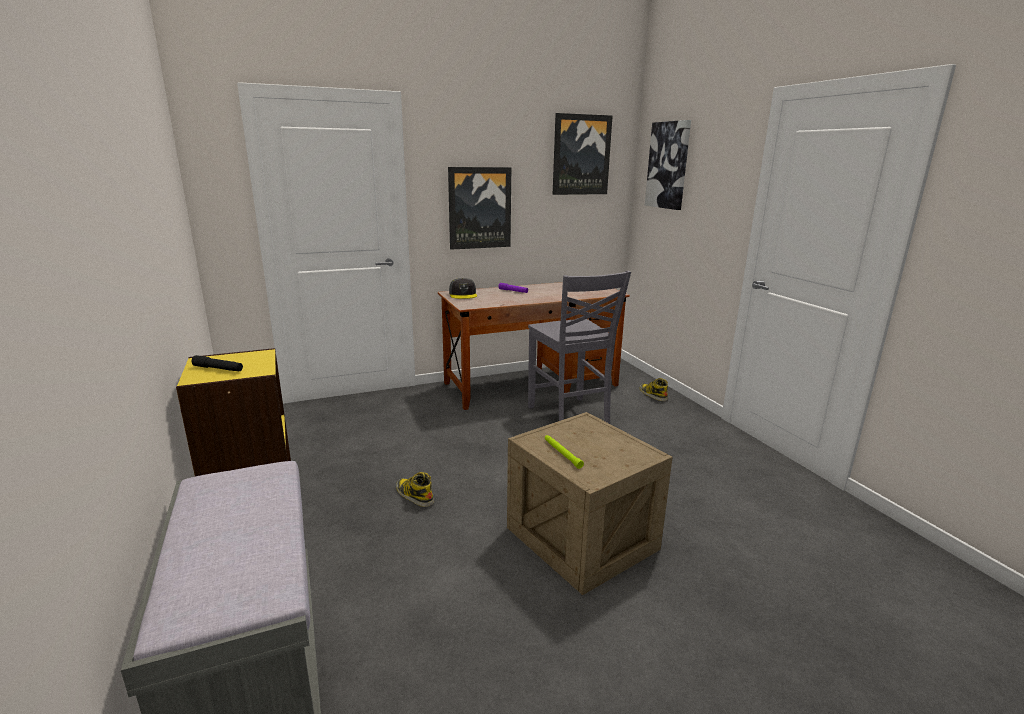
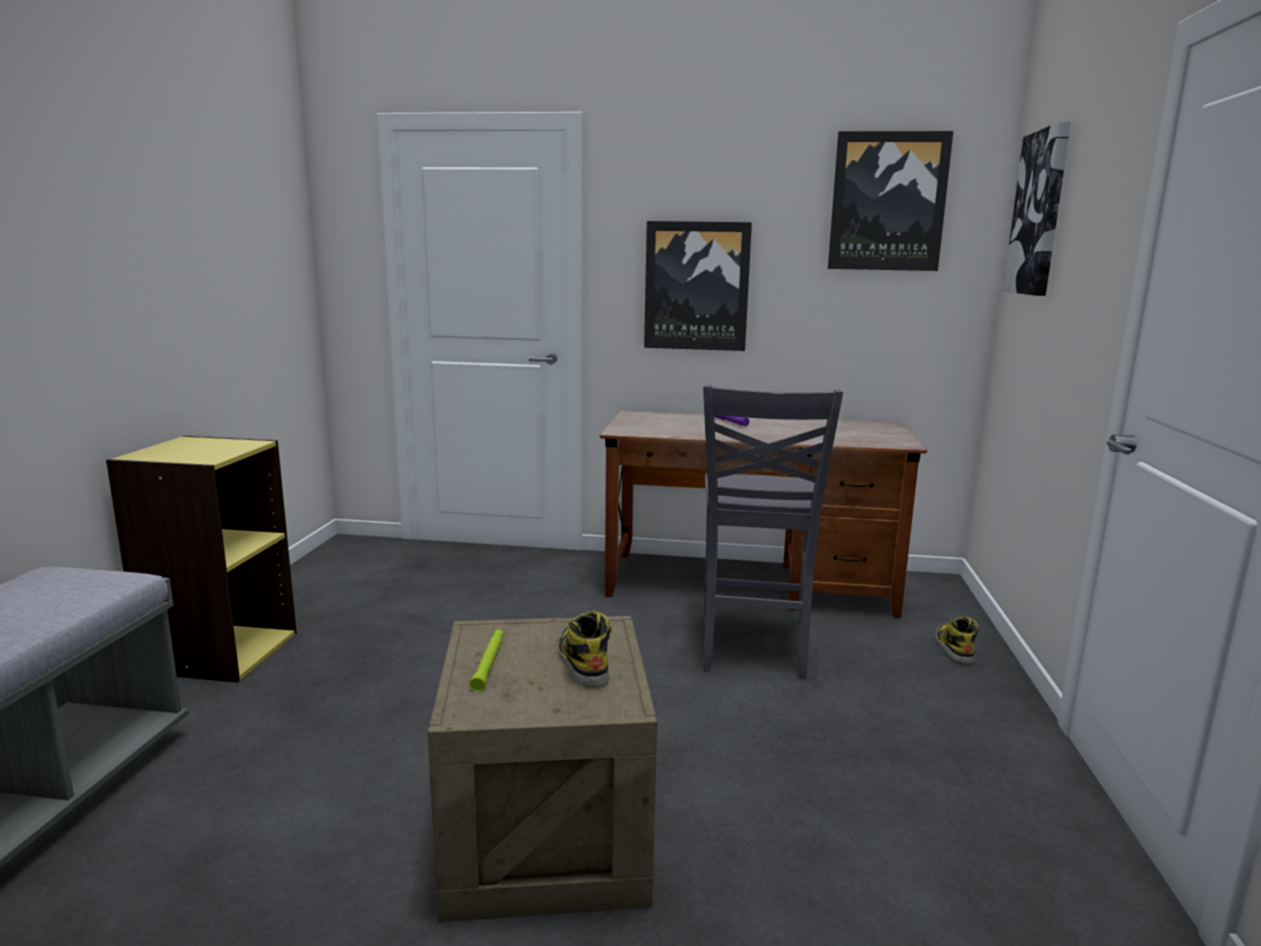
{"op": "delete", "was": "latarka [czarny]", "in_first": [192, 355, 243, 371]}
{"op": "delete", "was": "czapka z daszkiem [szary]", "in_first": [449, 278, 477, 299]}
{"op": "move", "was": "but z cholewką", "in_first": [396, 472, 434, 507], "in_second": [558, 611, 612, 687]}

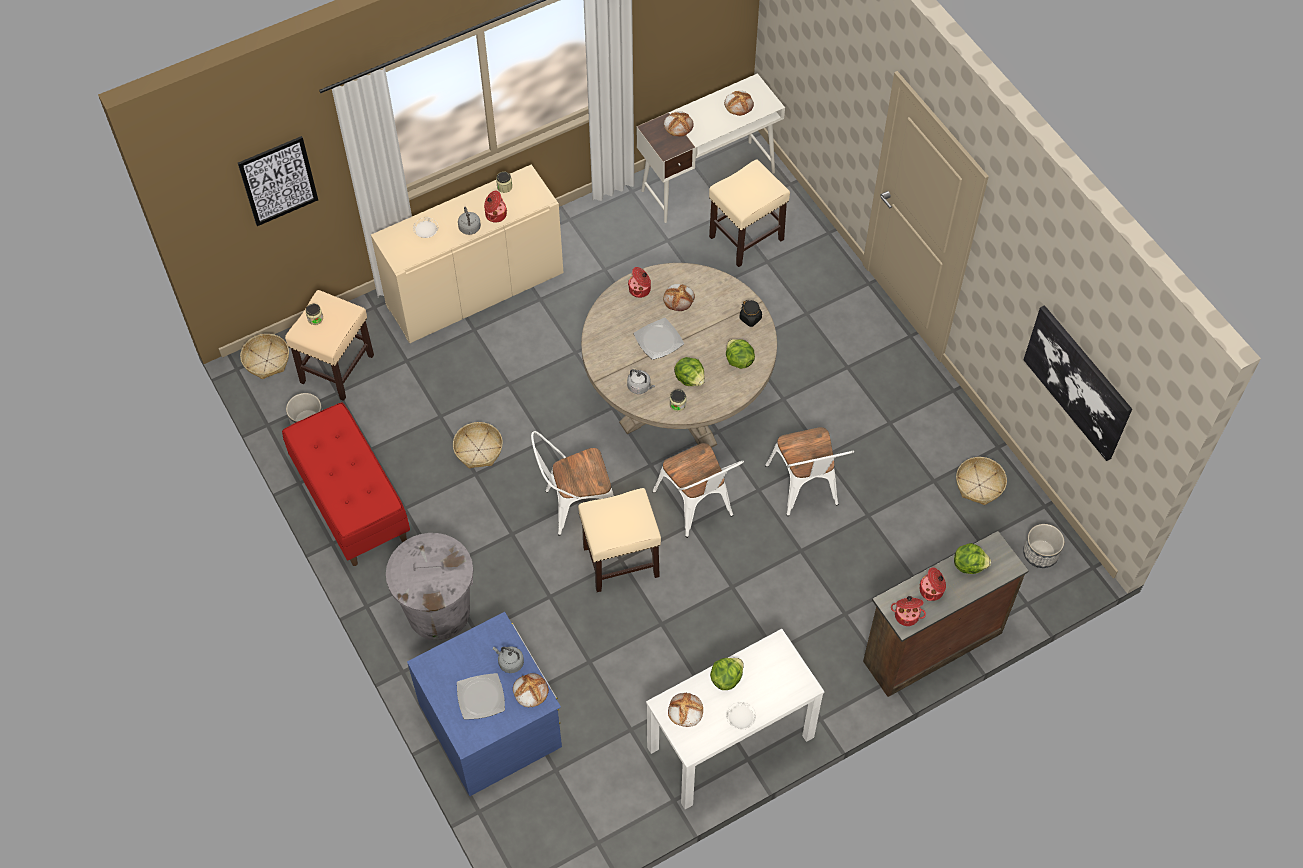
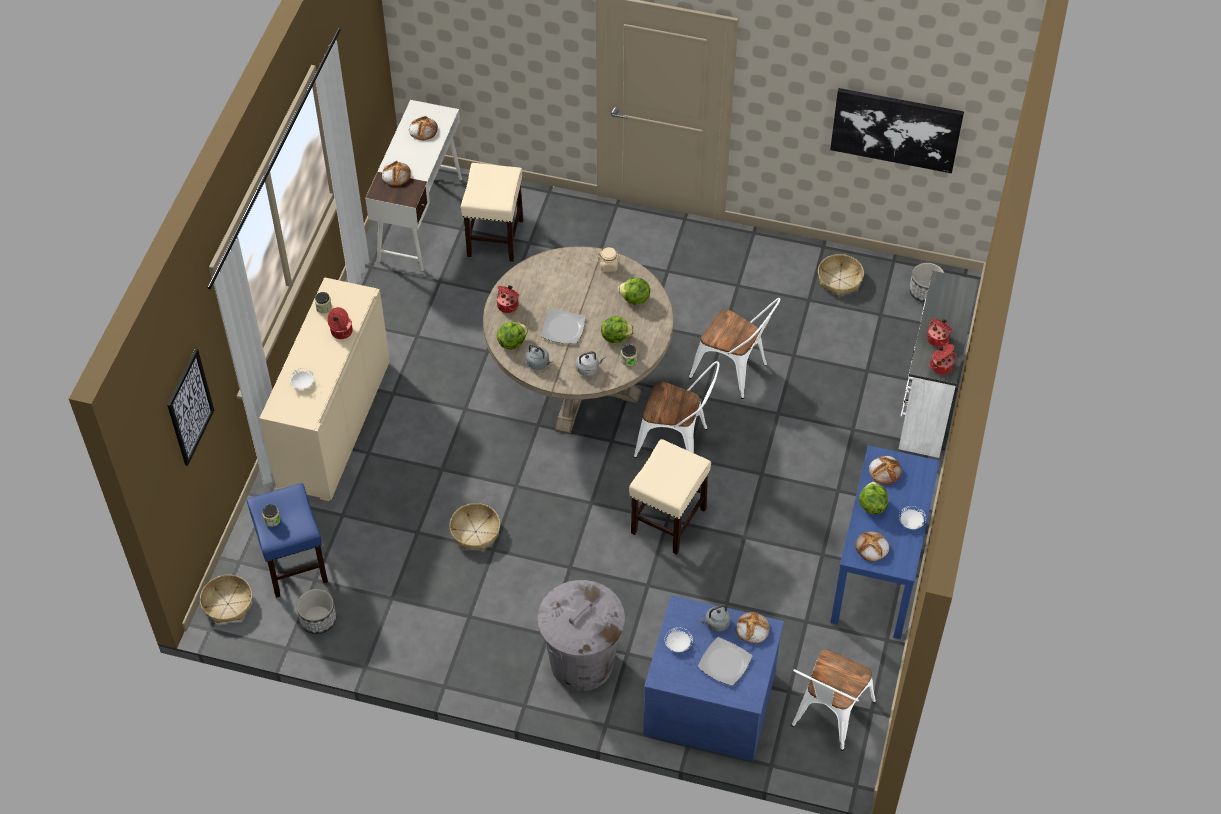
{"op": "delete", "was": "ławka [czerwony]", "in_first": [282, 403, 410, 566]}
{"op": "insert", "now": "talerz [biały]", "in_second": [665, 627, 693, 652]}
{"op": "move", "was": "czajnik [szary]", "in_first": [458, 207, 481, 235], "in_second": [526, 344, 552, 370]}
{"op": "move", "was": "krzesło [biały]", "in_first": [531, 431, 614, 536], "in_second": [791, 649, 876, 751]}
{"op": "move", "was": "chleb", "in_first": [663, 284, 695, 311], "in_second": [869, 456, 902, 485]}
{"op": "move", "was": "sałata", "in_first": [954, 543, 991, 574], "in_second": [497, 322, 528, 350]}
{"op": "recolor", "was": "stołek [beżowy]", "now": "stołek [niebieski]", "in_first": [285, 290, 374, 401], "in_second": [247, 483, 328, 598]}
{"op": "recolor", "was": "stolik konsolowy [biały]", "now": "stolik konsolowy [niebieski]", "in_first": [646, 629, 824, 809], "in_second": [830, 445, 940, 639]}
{"op": "recolor", "was": "słoik [czarny]", "now": "słoik [beżowy]", "in_first": [740, 300, 762, 327], "in_second": [598, 247, 621, 272]}
{"op": "recolor", "was": "komoda [brązowy]", "now": "komoda [biały]", "in_first": [863, 531, 1029, 697], "in_second": [899, 271, 978, 458]}

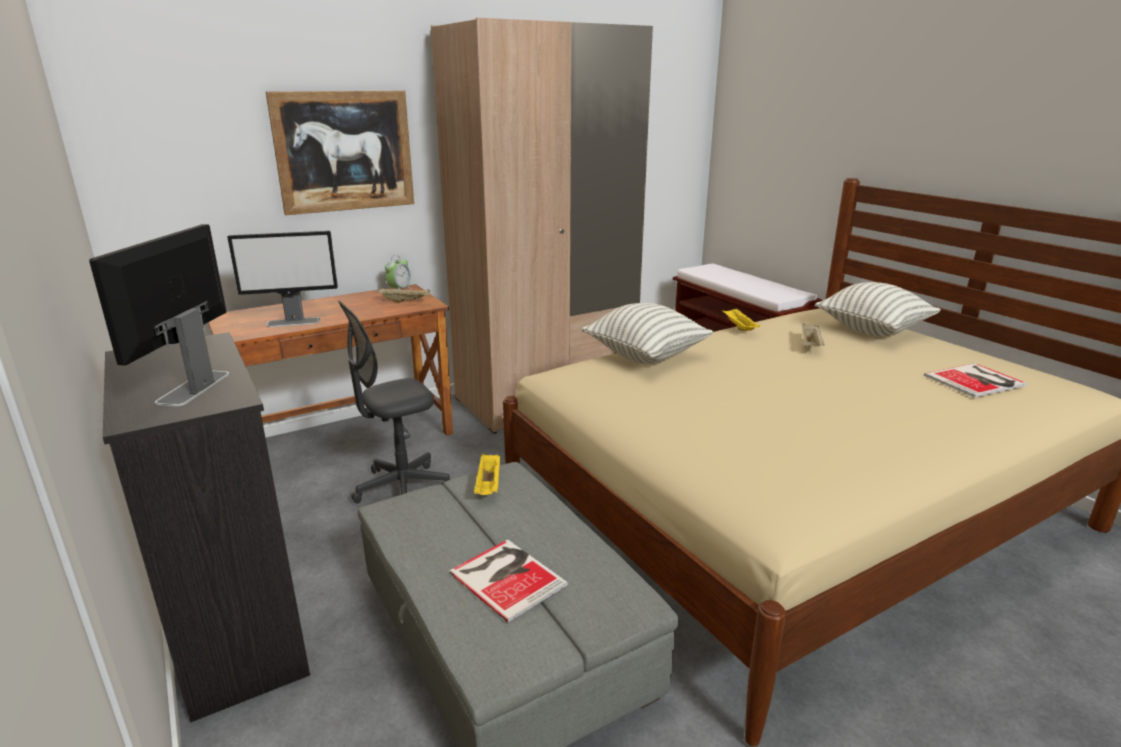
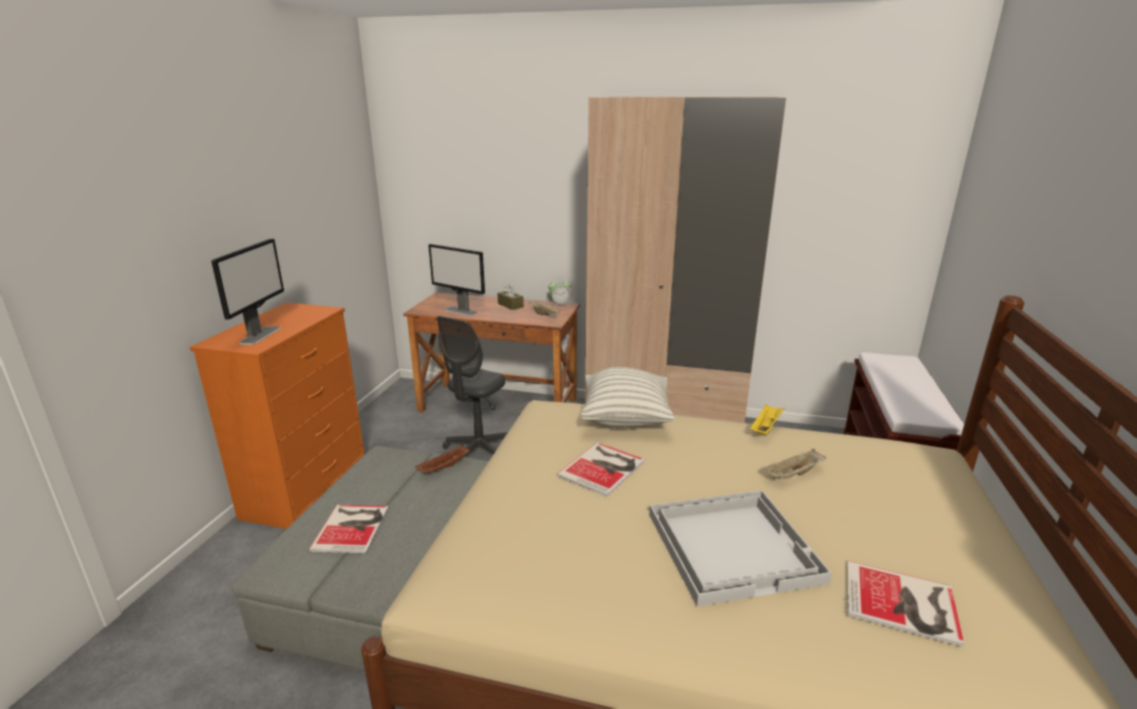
{"op": "delete", "was": "obraz", "in_first": [266, 91, 414, 215]}
{"op": "delete", "was": "poduszka", "in_first": [815, 282, 941, 337]}
{"op": "insert", "now": "pudełko chusteczek [brązowy]", "in_second": [498, 284, 524, 310]}
{"op": "insert", "now": "książka", "in_second": [556, 442, 645, 497]}
{"op": "insert", "now": "taca [biały]", "in_second": [649, 490, 832, 606]}
{"op": "recolor", "was": "komoda [czarny]", "now": "komoda [pomarańczowy]", "in_first": [103, 332, 310, 723], "in_second": [190, 303, 365, 529]}
{"op": "recolor", "was": "taca [żółty]", "now": "taca [brązowy]", "in_first": [474, 454, 500, 495], "in_second": [415, 444, 470, 473]}
{"op": "rotate", "was": "monitor", "in_first": [89, 224, 229, 406], "in_second": [211, 239, 284, 345], "clockwise": 135}
{"op": "rotate", "was": "krzesło biurowe [szary]", "in_first": [338, 301, 450, 503], "in_second": [437, 316, 508, 457], "clockwise": -75}

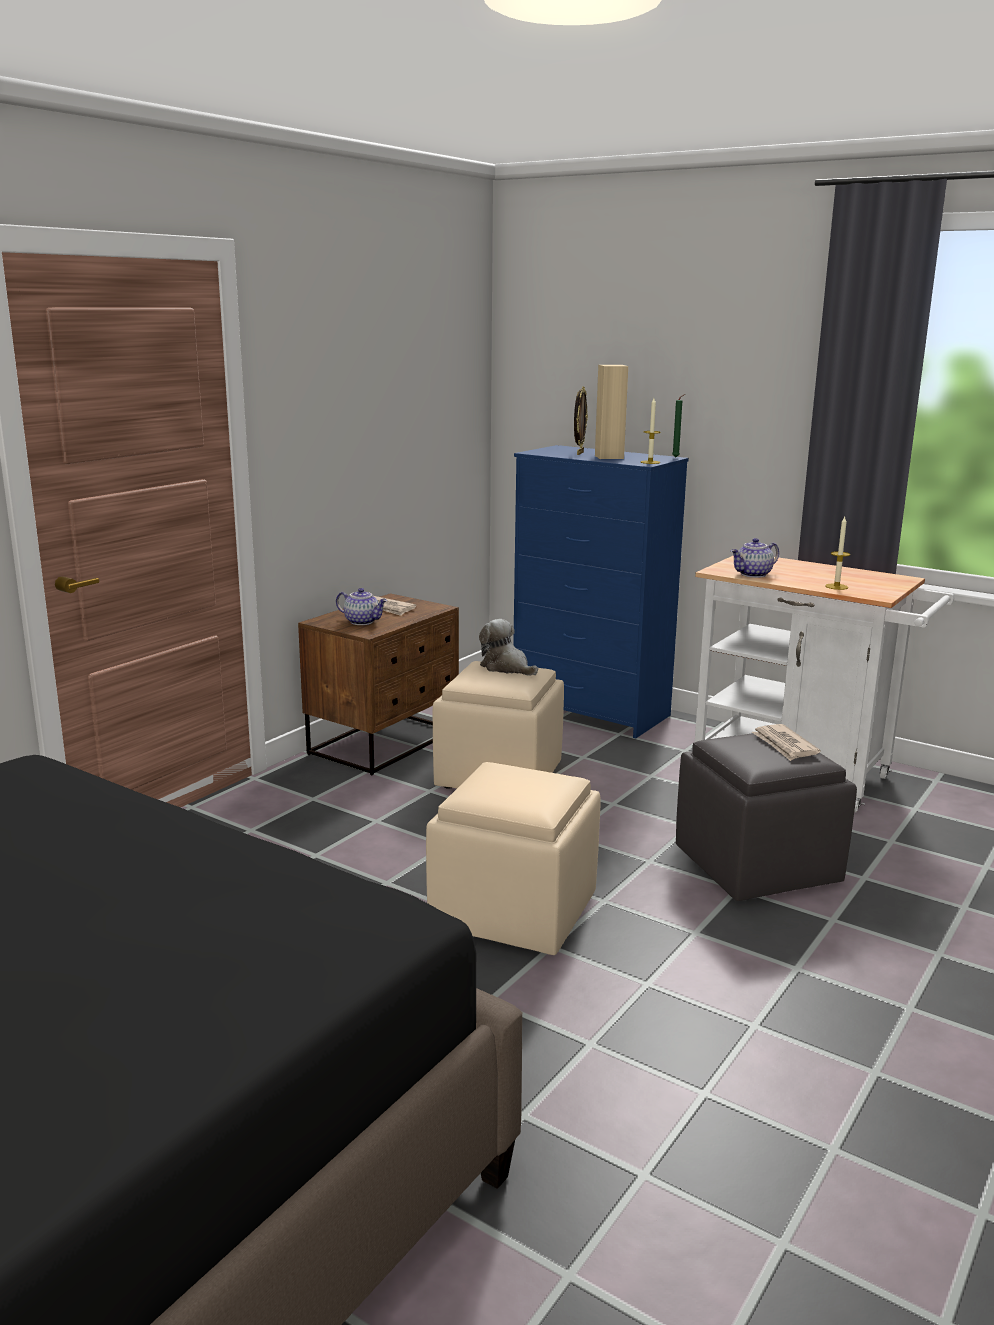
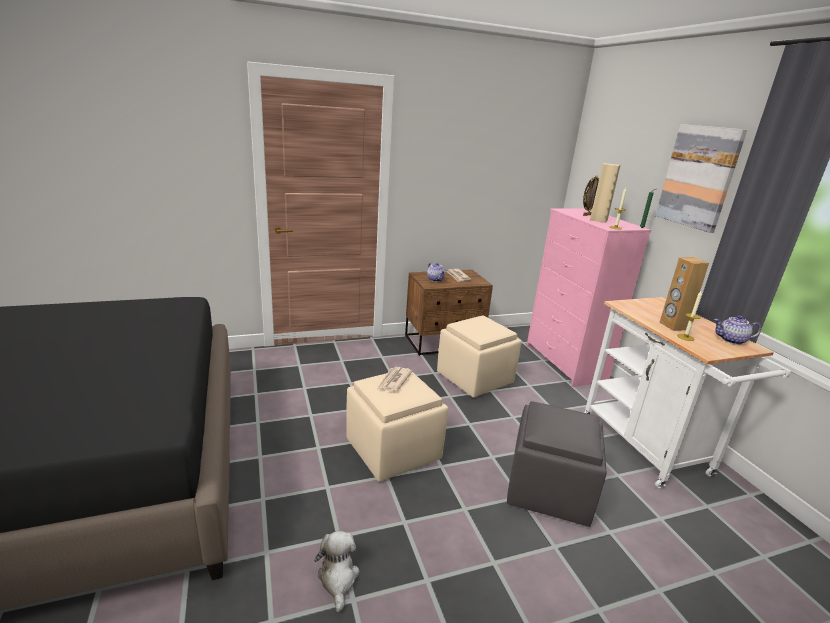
{"op": "insert", "now": "obraz", "in_second": [655, 124, 747, 233]}
{"op": "insert", "now": "głośnik [brązowy]", "in_second": [659, 257, 709, 331]}
{"op": "move", "was": "pluszak", "in_first": [479, 619, 538, 676], "in_second": [314, 531, 360, 612]}
{"op": "move", "was": "imbryk", "in_first": [731, 538, 779, 578], "in_second": [714, 315, 761, 345]}
{"op": "move", "was": "gazeta", "in_first": [752, 724, 821, 761], "in_second": [377, 367, 412, 392]}
{"op": "recolor", "was": "komoda [niebieski]", "now": "komoda [różowy]", "in_first": [513, 445, 689, 738], "in_second": [527, 208, 651, 387]}

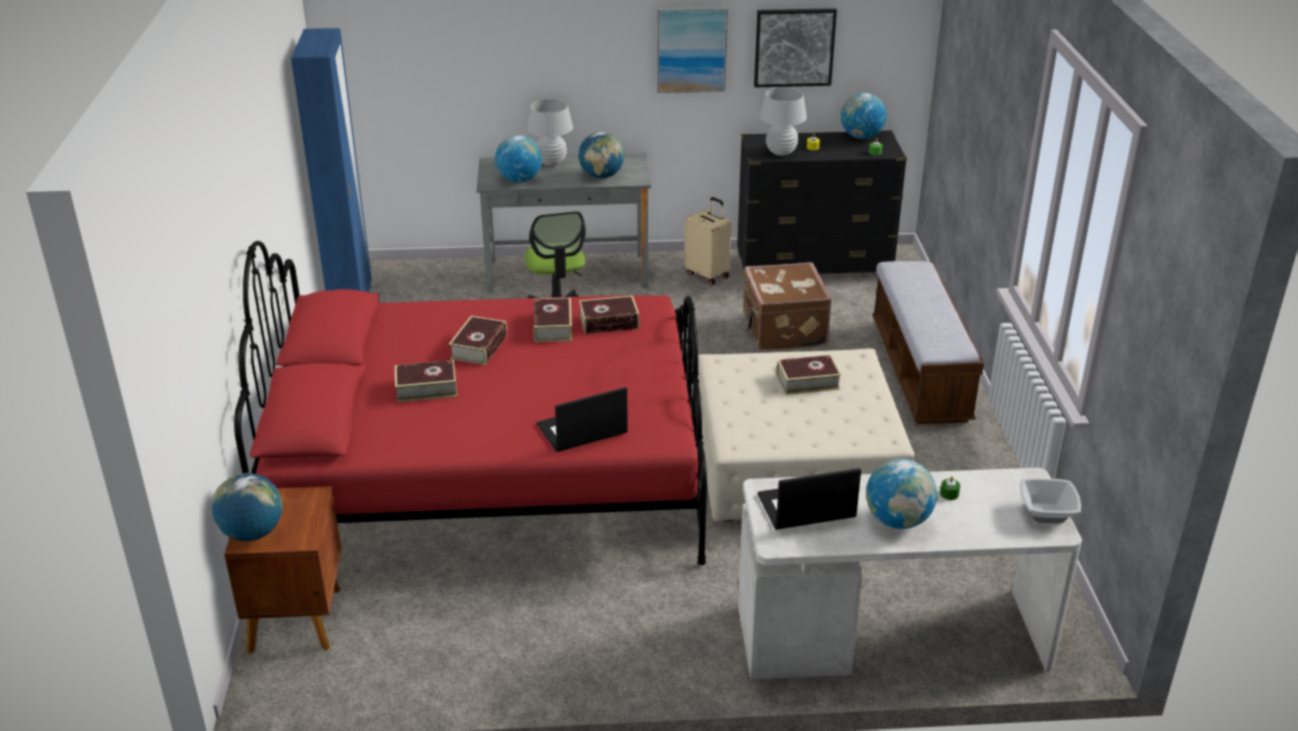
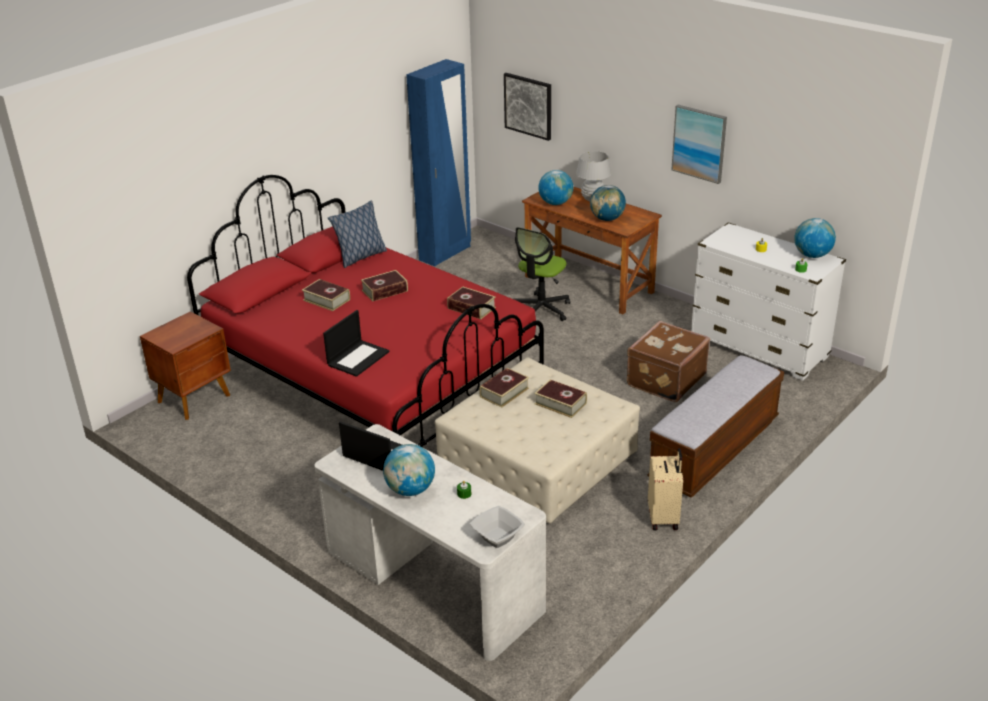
{"op": "delete", "was": "globus", "in_first": [212, 473, 283, 541]}
{"op": "delete", "was": "lampa stołowa [biały]", "in_first": [760, 87, 807, 156]}
{"op": "insert", "now": "poduszka", "in_second": [328, 201, 387, 268]}
{"op": "move", "was": "książka", "in_first": [533, 298, 572, 342], "in_second": [479, 368, 529, 408]}
{"op": "move", "was": "walizka [beżowy]", "in_first": [684, 197, 731, 285], "in_second": [648, 448, 683, 530]}
{"op": "move", "was": "obraz", "in_first": [754, 8, 837, 87], "in_second": [504, 73, 551, 141]}
{"op": "recolor", "was": "biurko [szary]", "now": "biurko [brązowy]", "in_first": [476, 153, 651, 293], "in_second": [522, 187, 662, 314]}
{"op": "recolor", "was": "komoda [czarny]", "now": "komoda [biały]", "in_first": [737, 130, 907, 274], "in_second": [691, 223, 846, 381]}
{"op": "rotate", "was": "laptop", "in_first": [537, 387, 628, 452], "in_second": [323, 310, 390, 377], "clockwise": 105}

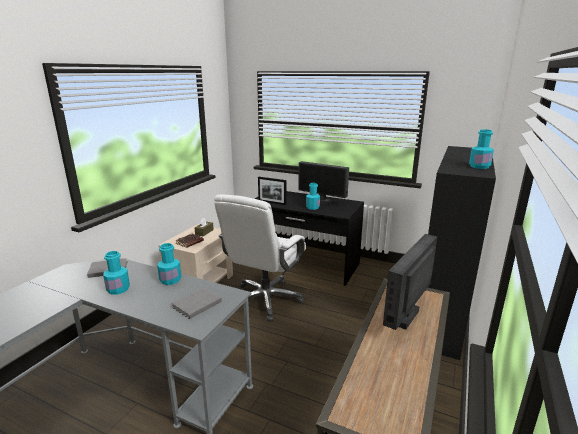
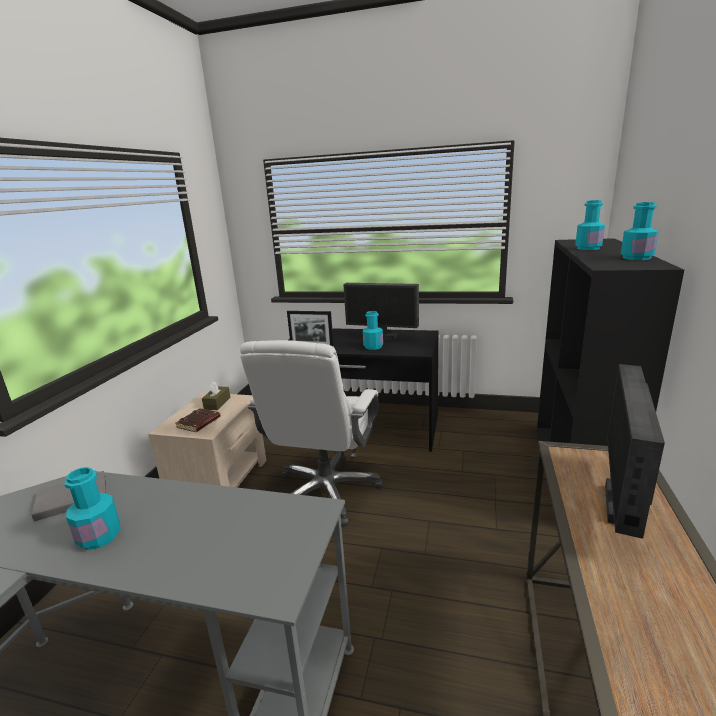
{"op": "delete", "was": "książka [szary]", "in_first": [171, 287, 222, 319]}
{"op": "move", "was": "butelka [turkusowy]", "in_first": [157, 243, 181, 285], "in_second": [575, 200, 605, 250]}

